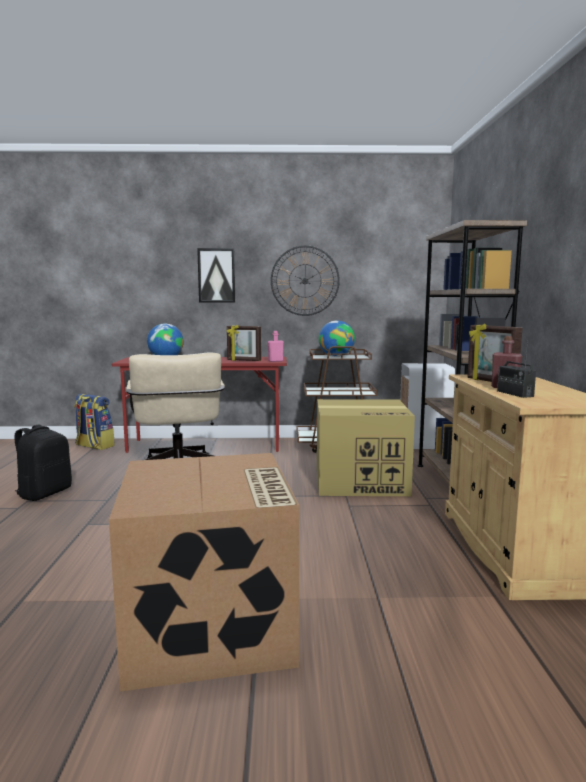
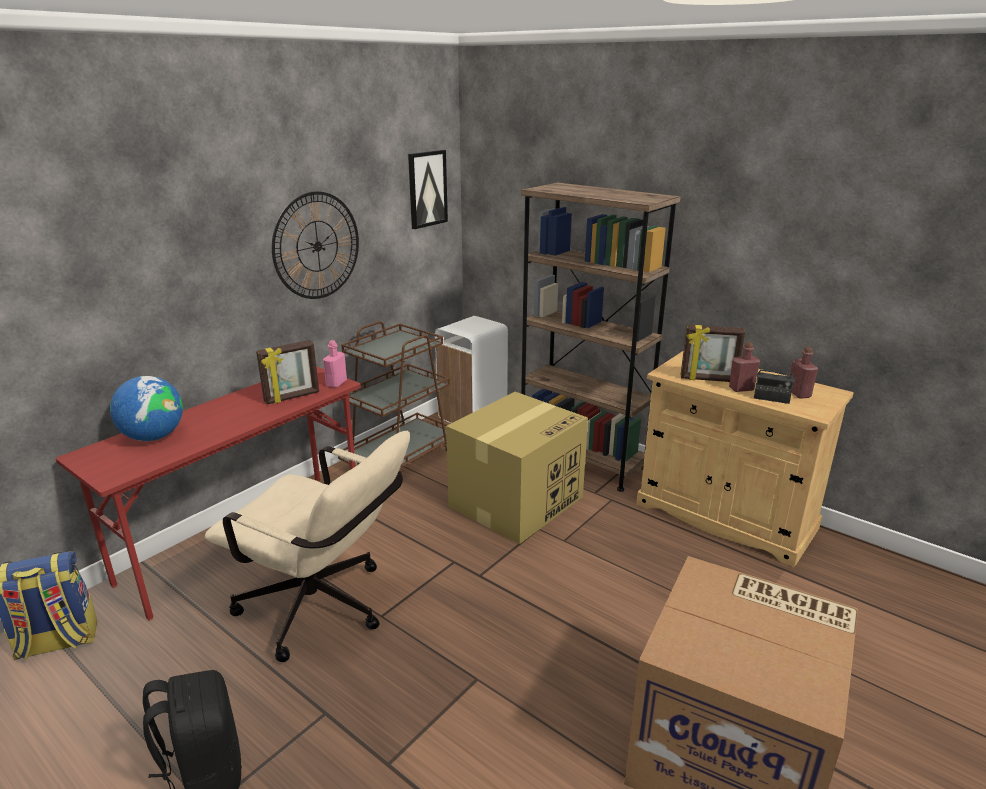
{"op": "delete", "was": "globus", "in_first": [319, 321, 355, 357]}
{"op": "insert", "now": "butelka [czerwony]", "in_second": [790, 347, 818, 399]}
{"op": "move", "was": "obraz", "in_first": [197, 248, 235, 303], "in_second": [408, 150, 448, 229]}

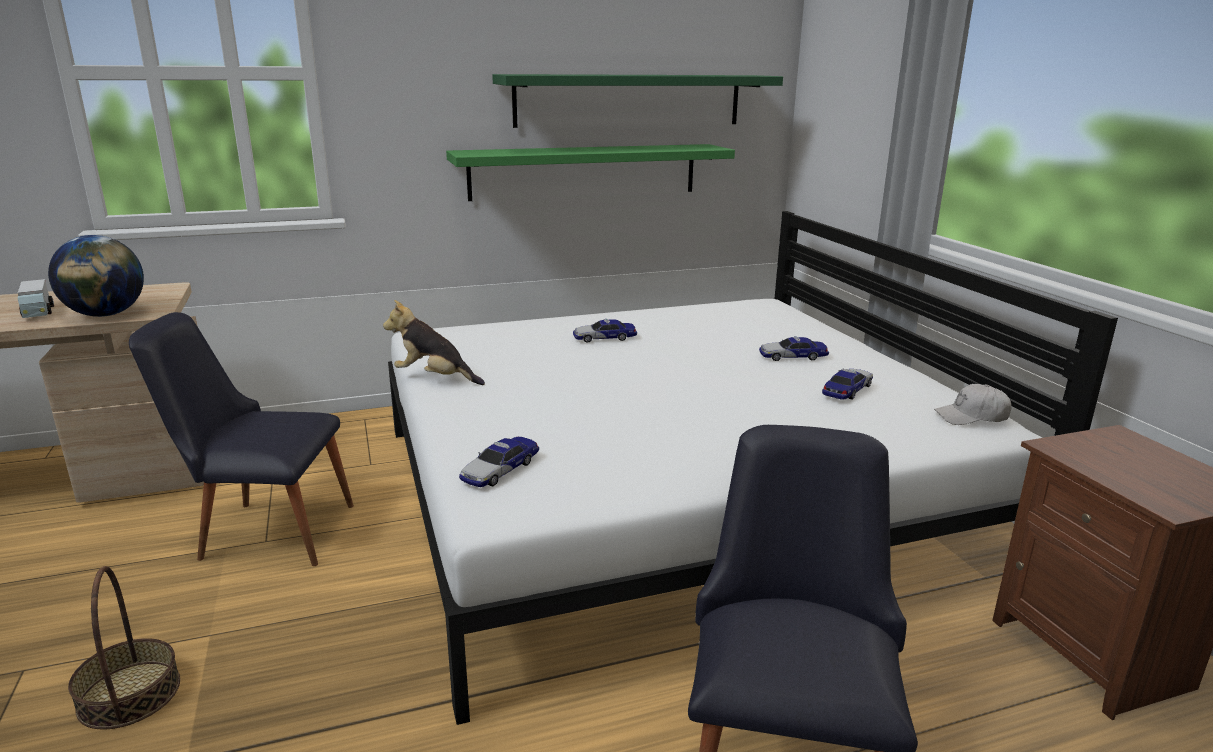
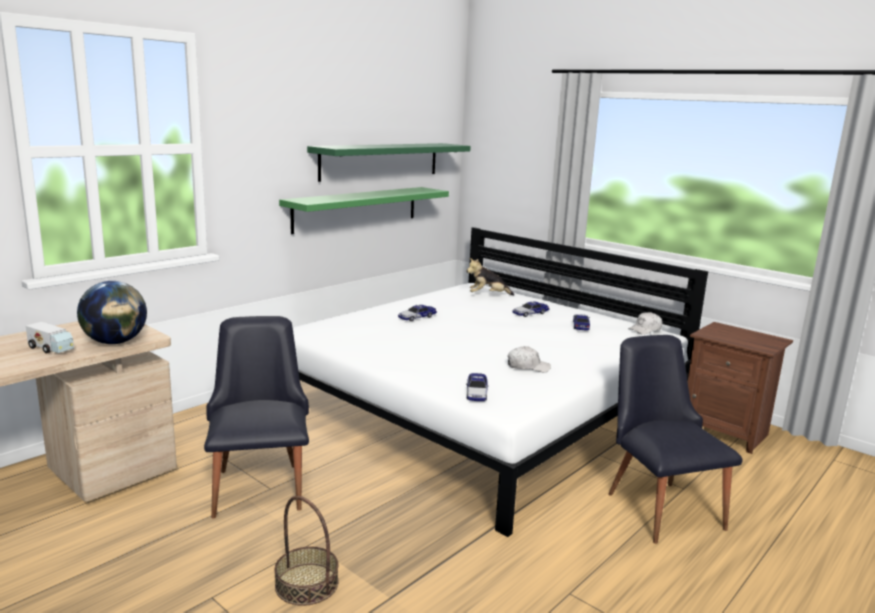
{"op": "insert", "now": "czapka z daszkiem [biały]", "in_second": [508, 346, 551, 373]}
{"op": "move", "was": "pluszak", "in_first": [383, 300, 485, 385], "in_second": [467, 258, 514, 295]}
{"op": "rotate", "was": "krzesło [czarny]", "in_first": [129, 312, 354, 566], "in_second": [204, 316, 309, 519], "clockwise": 105}

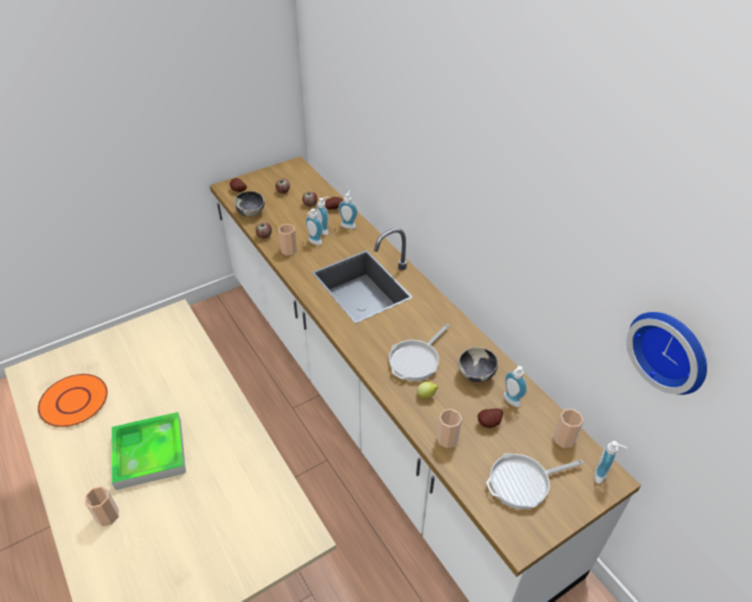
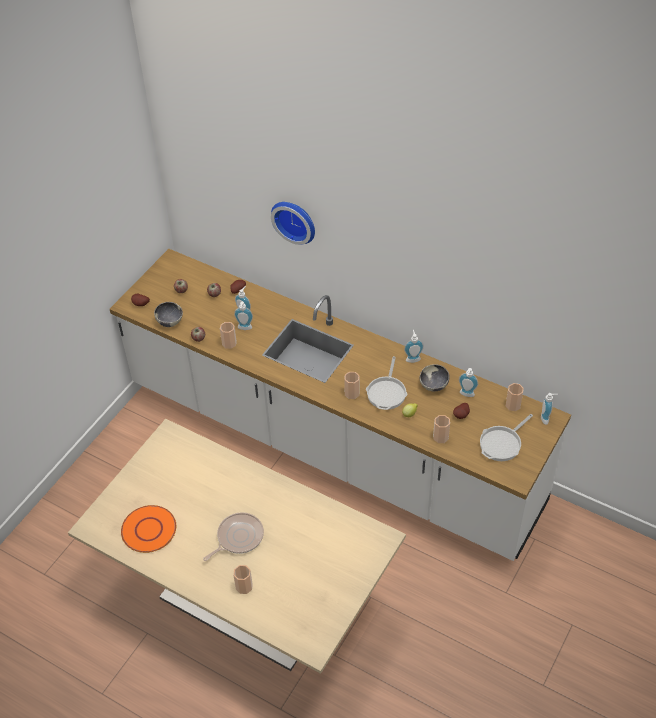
{"op": "insert", "now": "filiżanka", "in_second": [344, 372, 360, 399]}
{"op": "move", "was": "dozownik mydła", "in_first": [338, 190, 358, 229], "in_second": [404, 330, 424, 363]}
{"op": "move", "was": "zegar ścienny", "in_first": [627, 312, 707, 395], "in_second": [271, 202, 315, 245]}
{"op": "replace", "was": "taca", "now": "patelnia", "in_first": [111, 412, 186, 490], "in_second": [203, 512, 264, 561]}

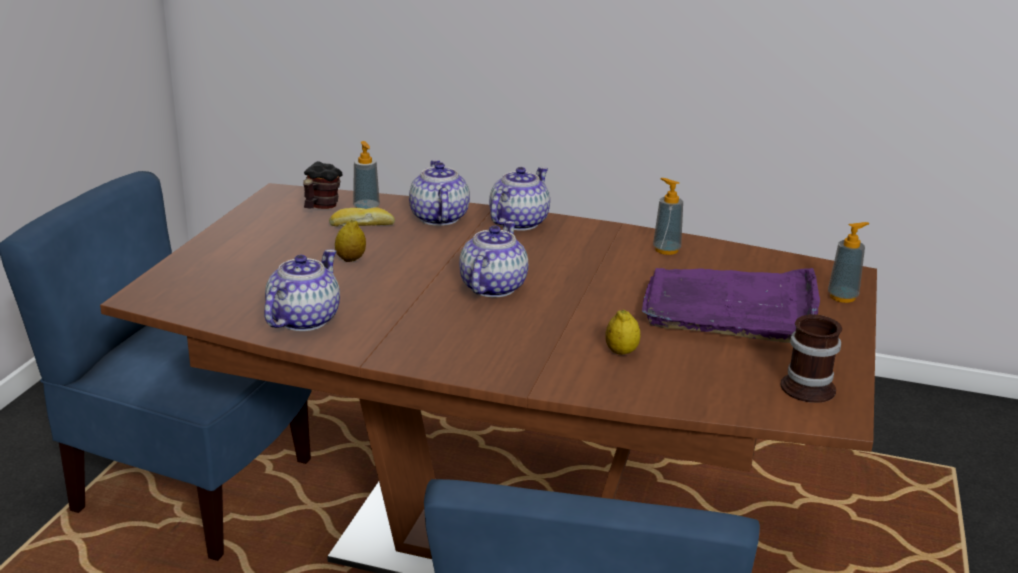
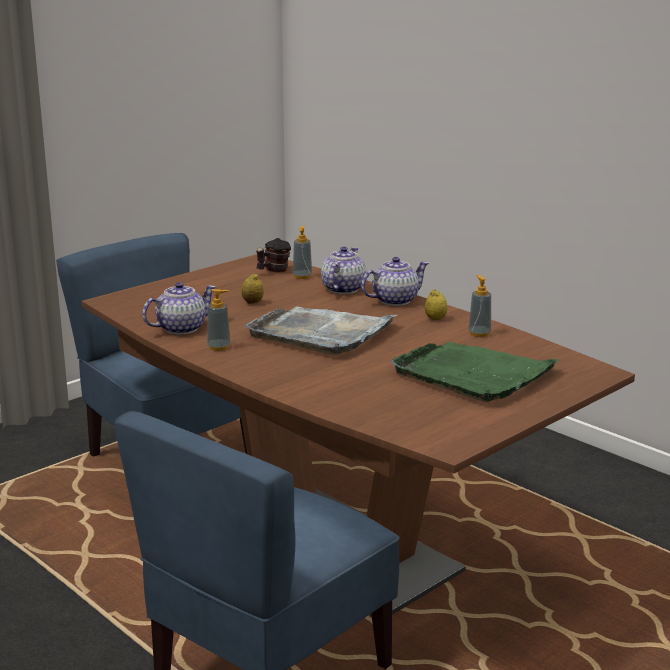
{"op": "delete", "was": "chleb", "in_first": [329, 207, 395, 226]}
{"op": "delete", "was": "kubek", "in_first": [780, 314, 842, 403]}
{"op": "move", "was": "cytryna", "in_first": [606, 310, 640, 355], "in_second": [425, 290, 448, 320]}
{"op": "move", "was": "dozownik mydła", "in_first": [828, 222, 870, 303], "in_second": [207, 289, 231, 351]}
{"op": "replace", "was": "imbryk", "now": "taca [szary]", "in_first": [459, 221, 528, 297], "in_second": [245, 306, 397, 355]}
{"op": "recolor", "was": "taca [fioletowy]", "now": "taca [zielony]", "in_first": [642, 268, 820, 343], "in_second": [390, 342, 562, 402]}

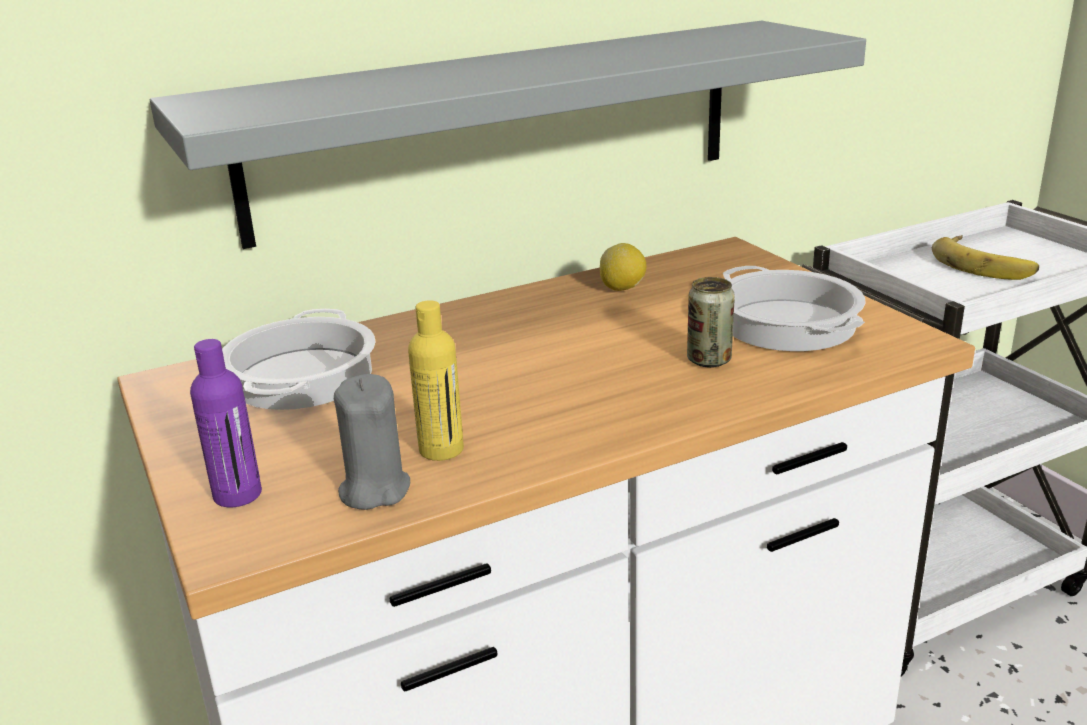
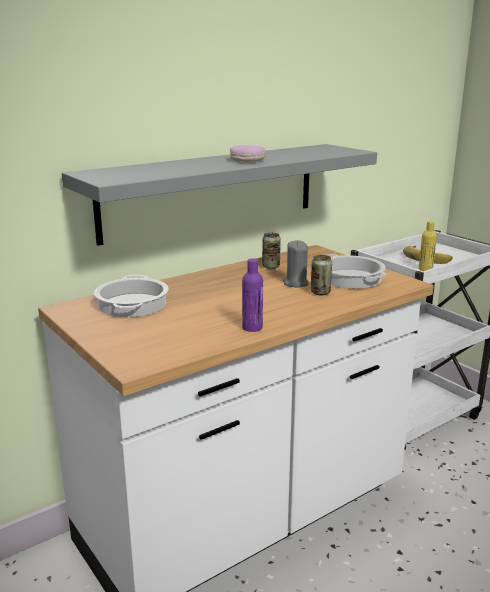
{"op": "insert", "now": "donut", "in_second": [230, 145, 266, 162]}
{"op": "move", "was": "butelka [fioletowy]", "in_first": [190, 339, 262, 507], "in_second": [242, 259, 263, 332]}
{"op": "move", "was": "świeca [szary]", "in_first": [334, 374, 410, 510], "in_second": [283, 240, 309, 288]}
{"op": "move", "was": "butelka [żółty]", "in_first": [408, 300, 464, 461], "in_second": [419, 221, 437, 271]}
{"op": "replace", "was": "cytryna", "now": "puszka", "in_first": [600, 243, 646, 291], "in_second": [262, 233, 281, 269]}

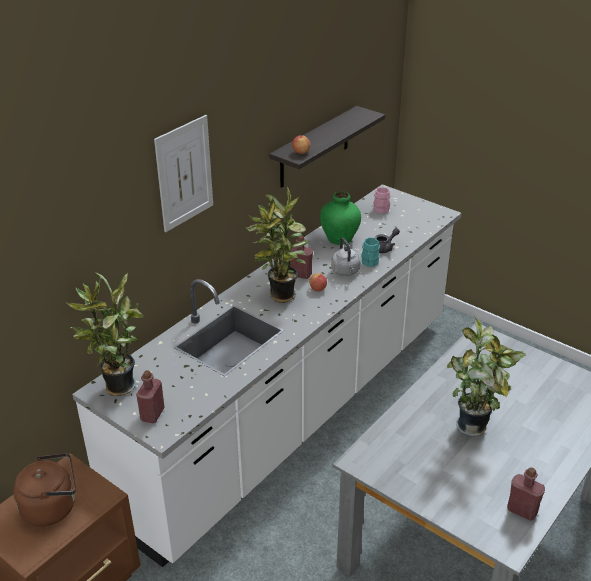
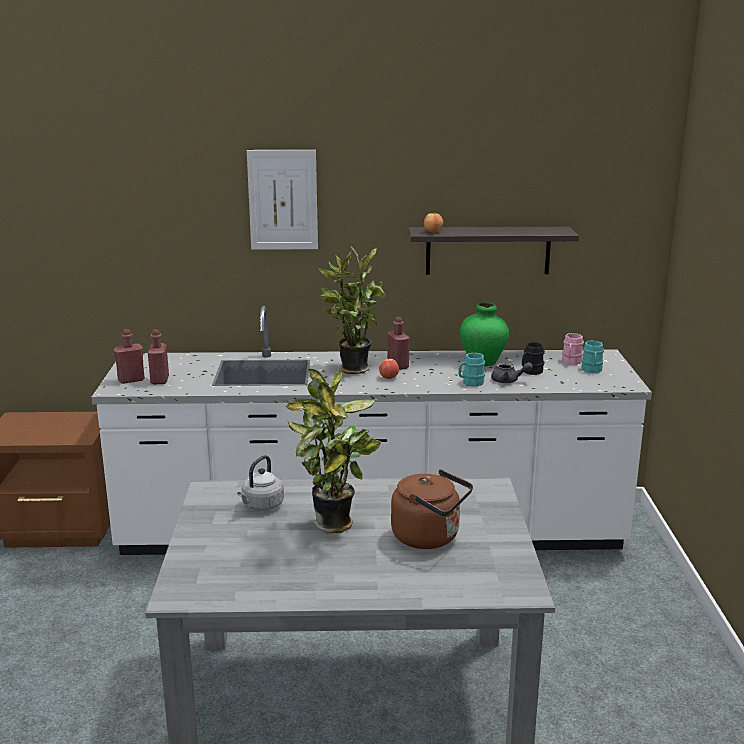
{"op": "delete", "was": "roślina doniczkowa", "in_first": [67, 272, 143, 396]}
{"op": "insert", "now": "kubek [czarny]", "in_second": [522, 342, 545, 375]}
{"op": "insert", "now": "kubek [turkusowy]", "in_second": [581, 341, 604, 373]}
{"op": "move", "was": "czajnik [brązowy]", "in_first": [13, 453, 76, 526], "in_second": [391, 470, 473, 549]}
{"op": "move", "was": "czajnik [szary]", "in_first": [331, 238, 361, 276], "in_second": [237, 455, 284, 511]}
{"op": "move", "was": "butelka [czerwony]", "in_first": [507, 467, 545, 521], "in_second": [148, 329, 169, 384]}

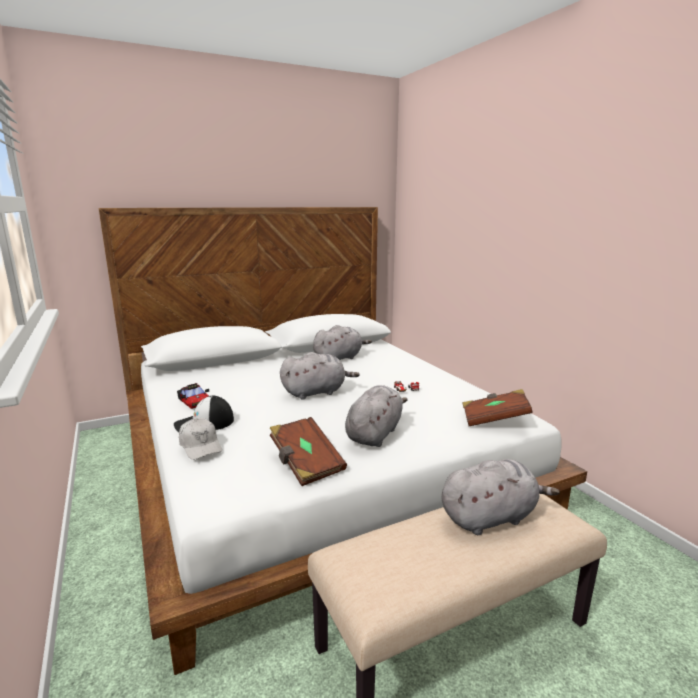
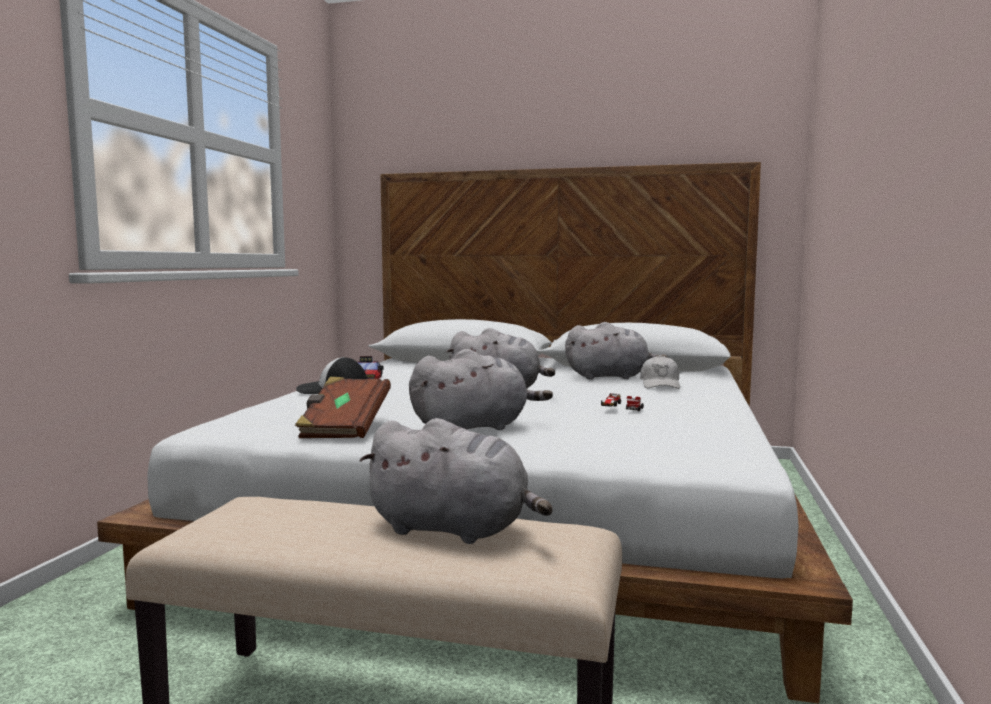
{"op": "delete", "was": "książka [brązowy]", "in_first": [462, 389, 533, 426]}
{"op": "move", "was": "czapka z daszkiem [biały]", "in_first": [179, 418, 222, 460], "in_second": [640, 355, 680, 389]}

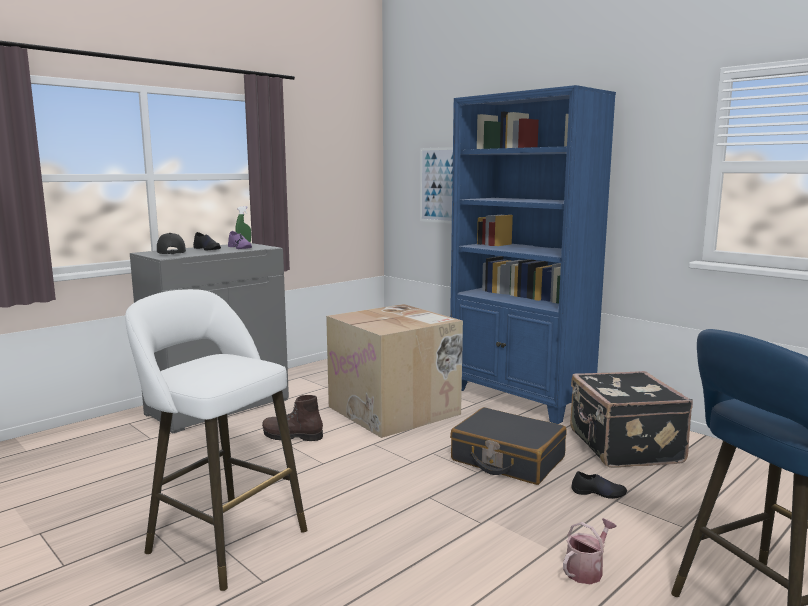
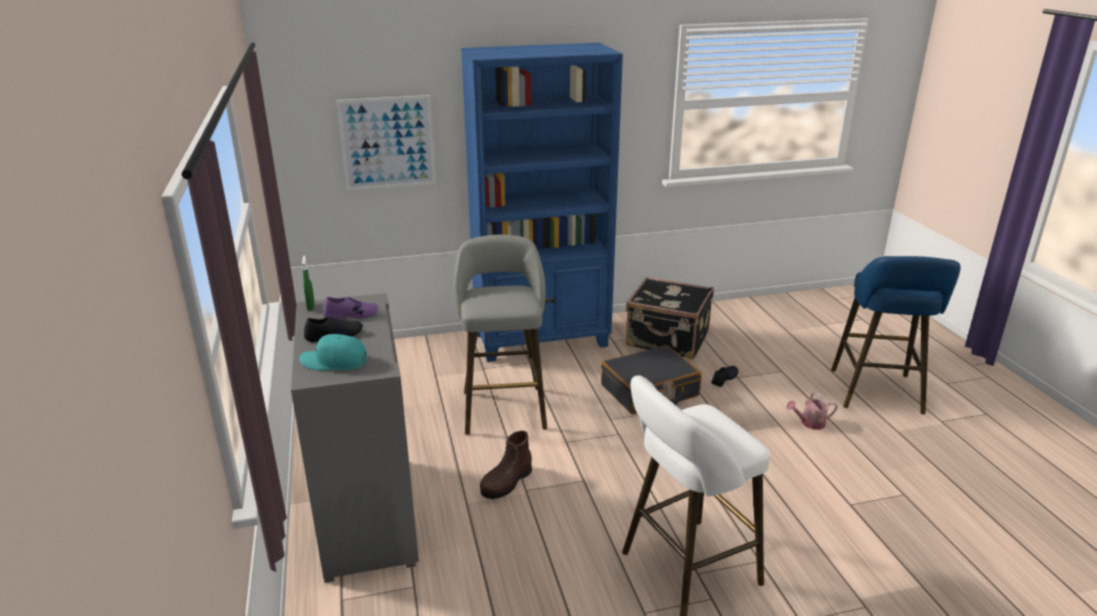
{"op": "replace", "was": "karton", "now": "stołek [szary]", "in_first": [326, 304, 463, 438], "in_second": [454, 235, 547, 435]}
{"op": "recolor", "was": "czapka z daszkiem [czarny]", "now": "czapka z daszkiem [turkusowy]", "in_first": [157, 233, 186, 254], "in_second": [299, 334, 367, 370]}
{"op": "rotate", "was": "konewka", "in_first": [563, 518, 617, 584], "in_second": [786, 392, 838, 430], "clockwise": -90}

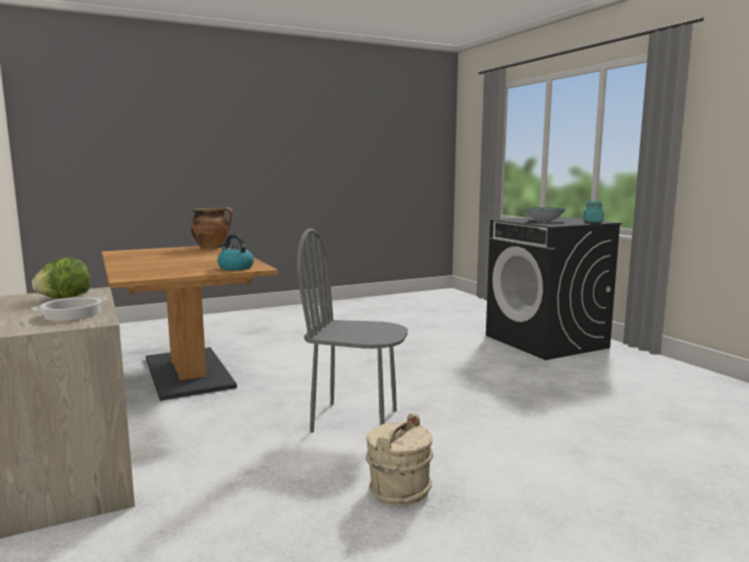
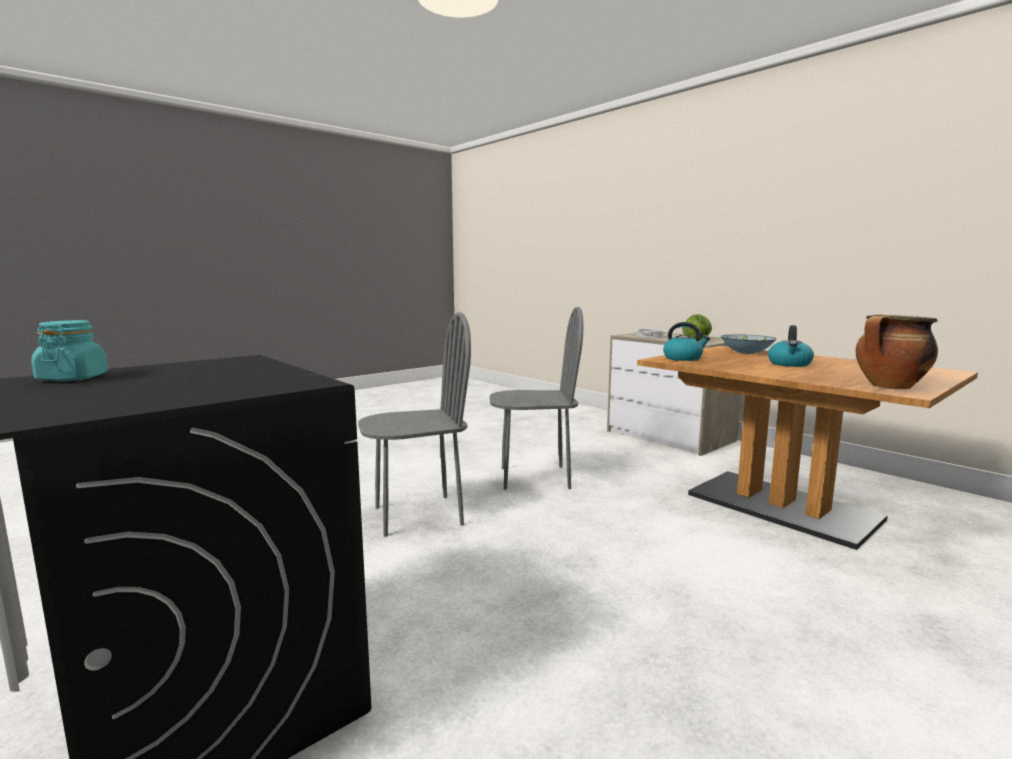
{"op": "delete", "was": "wiadro [beżowy]", "in_first": [366, 413, 433, 506]}
{"op": "insert", "now": "krzesło [szary]", "in_second": [358, 312, 471, 536]}
{"op": "insert", "now": "czajnik", "in_second": [768, 325, 814, 367]}
{"op": "move", "was": "miska", "in_first": [525, 208, 566, 222], "in_second": [721, 335, 777, 354]}

